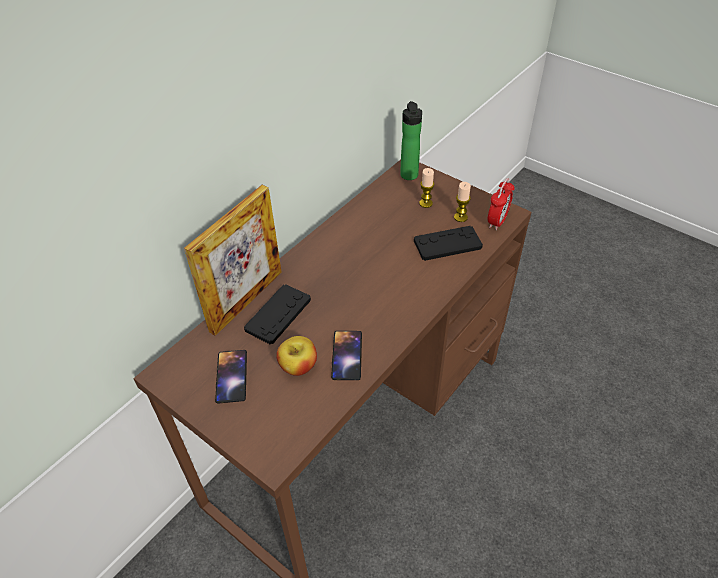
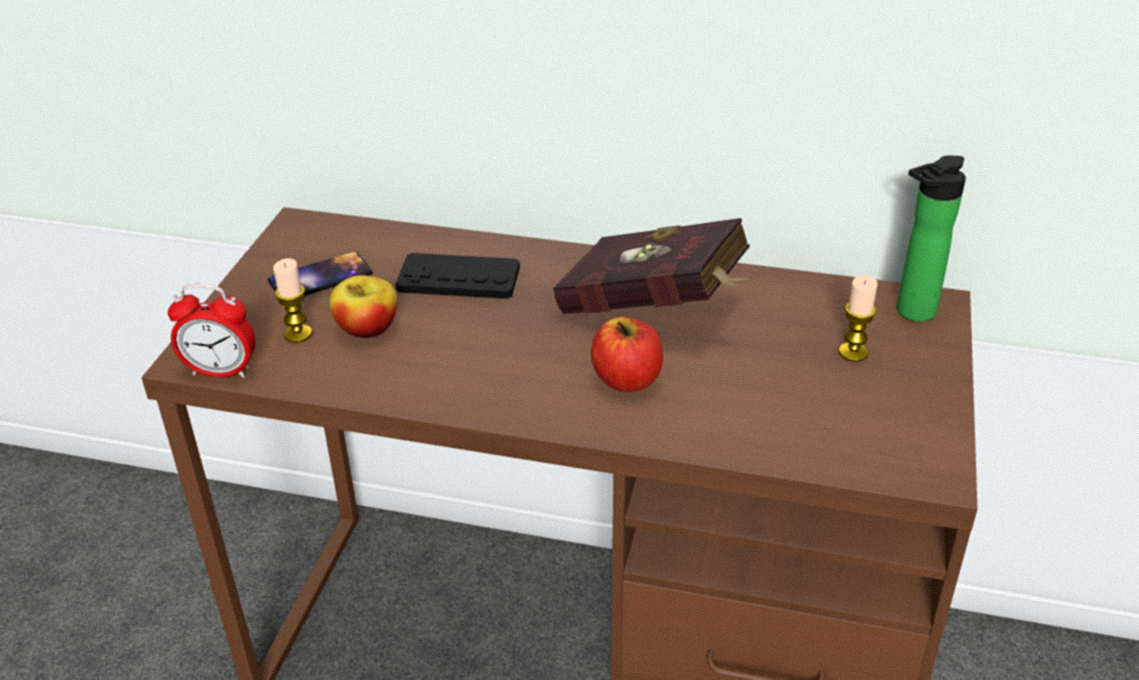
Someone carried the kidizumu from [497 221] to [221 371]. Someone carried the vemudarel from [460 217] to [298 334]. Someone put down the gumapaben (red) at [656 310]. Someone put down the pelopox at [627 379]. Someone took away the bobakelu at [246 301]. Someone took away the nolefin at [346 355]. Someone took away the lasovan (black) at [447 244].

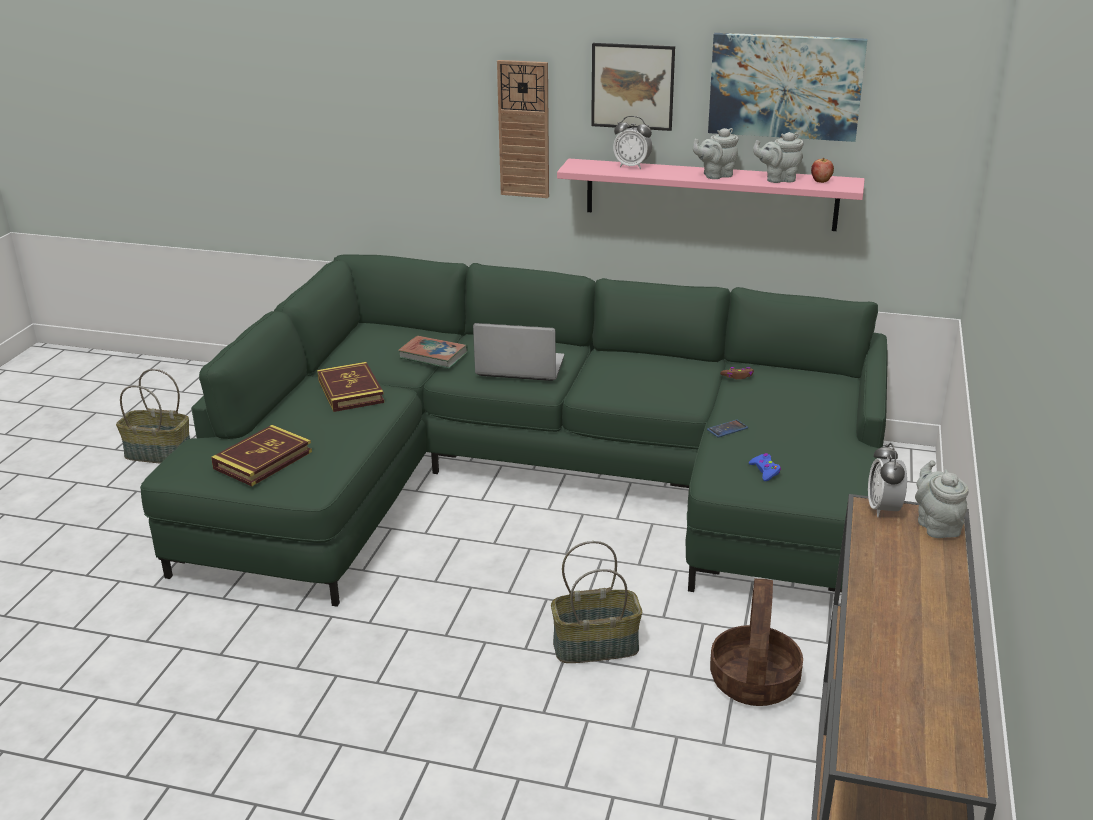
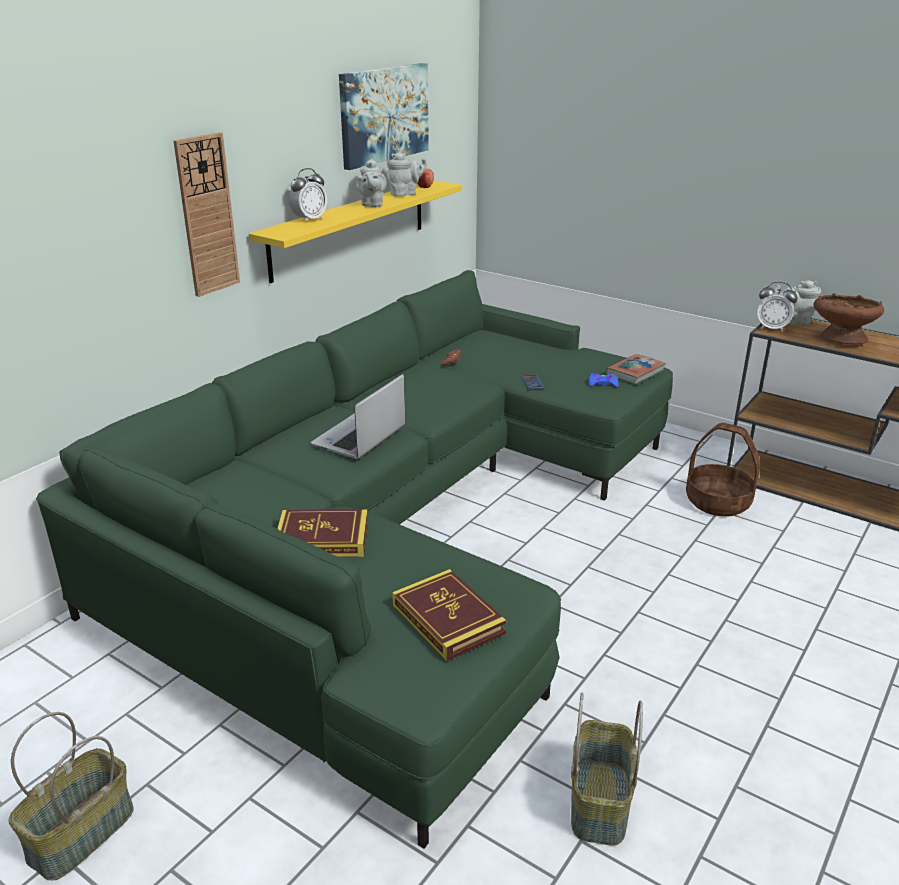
Someone repainted the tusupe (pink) at [710 194], which became the tusupe (yellow) at [350 228]. Someone rotated the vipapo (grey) at [778 179] by 135 degrees counterclockwise. Someone carried the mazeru from [596 645] to [598 801]. Someone carried the gumapaben from [433 356] to [635 373]. Someone put down the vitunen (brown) at [840 339]. Someone took away the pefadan at [632 86].

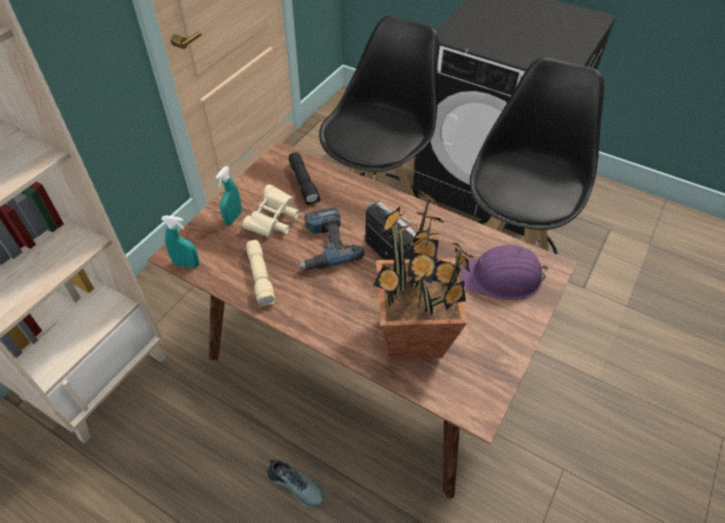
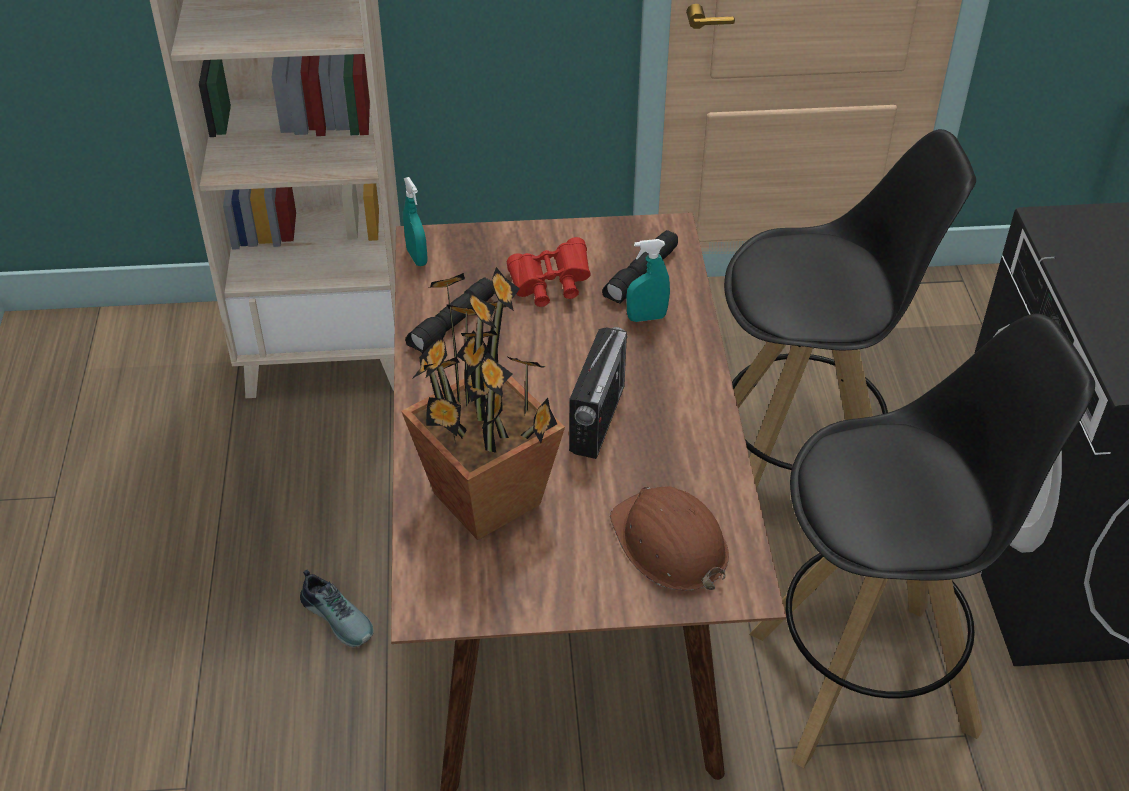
Someone rotated the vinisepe at [297 484] by 45 degrees counterclockwise. Someone repainted the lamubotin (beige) at [261 278], which became the lamubotin (black) at [453 325]. Someone repainted the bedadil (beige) at [274 221], which became the bedadil (red) at [550 286]. Someone repainted the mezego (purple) at [502 278], which became the mezego (brown) at [669 544]. Someone carried the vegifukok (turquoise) from [233 218] to [646 317]. Someone took away the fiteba at [324 245].

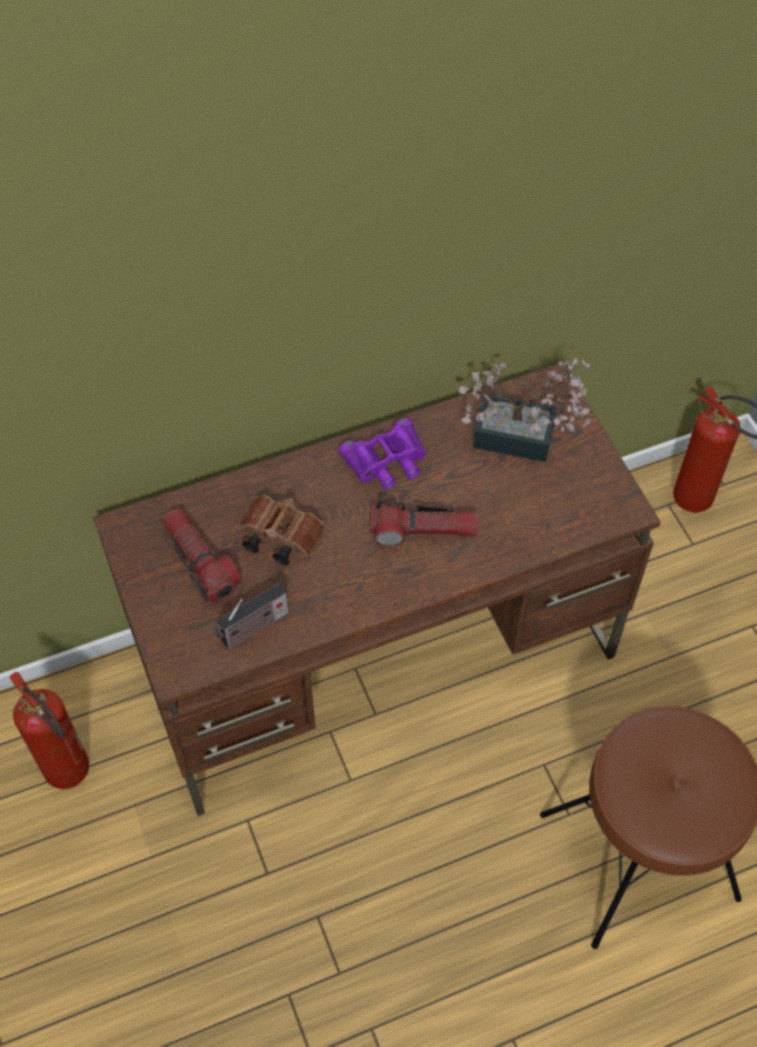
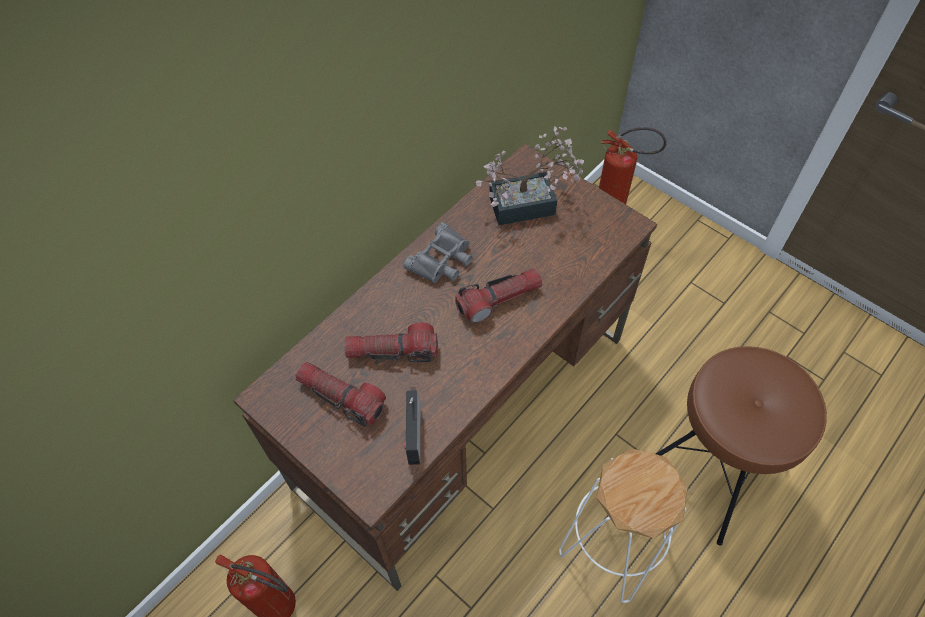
Someone swapped the bedadil (brown) at [278 537] for the lamubotin at [392 351]. Someone repainted the bedadil (purple) at [387 461], which became the bedadil (grey) at [442 260]. Someone rotated the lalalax at [252 629] by 150 degrees clockwise. Someone put down the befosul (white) at [612 547].

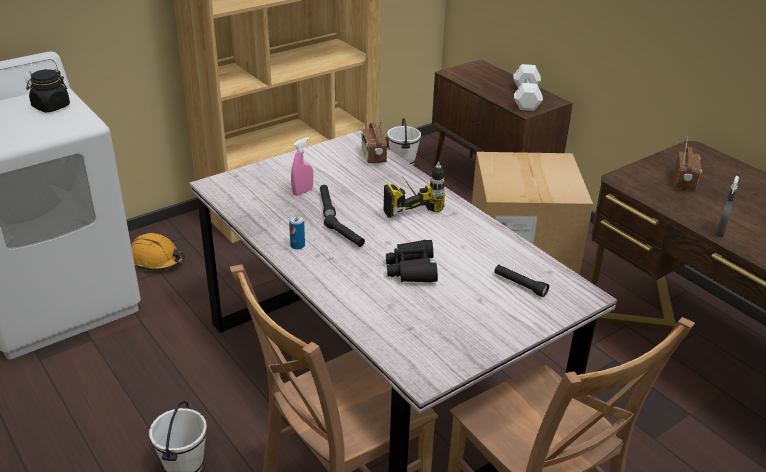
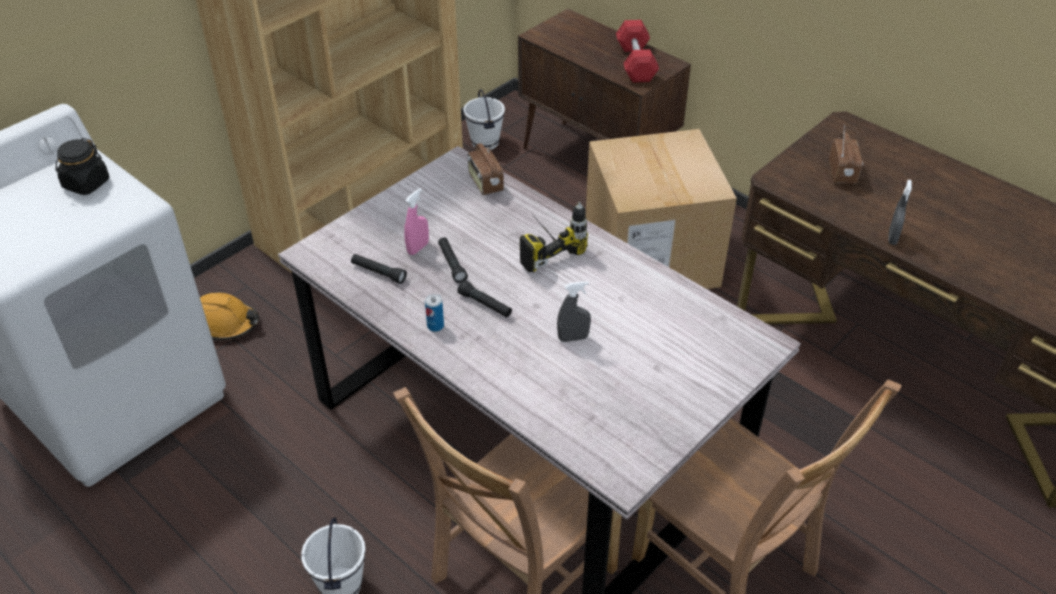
Someone carried the lamubotin (black) from [520 285] to [378 273]. Someone swapped the bedadil (black) at [412 269] for the vegifukok (grey) at [573 338]. Someone repainted the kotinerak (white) at [526 98], which became the kotinerak (red) at [636 63].

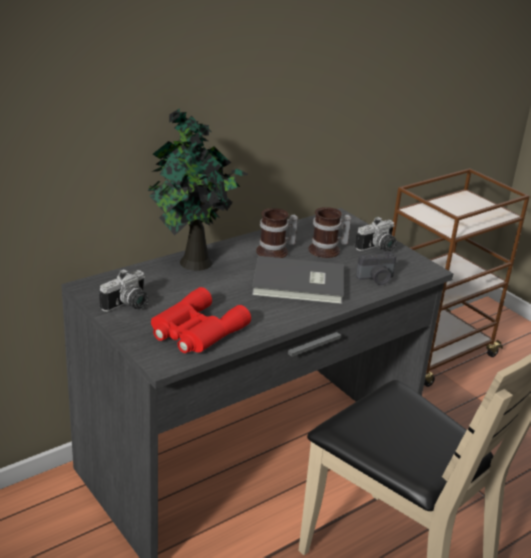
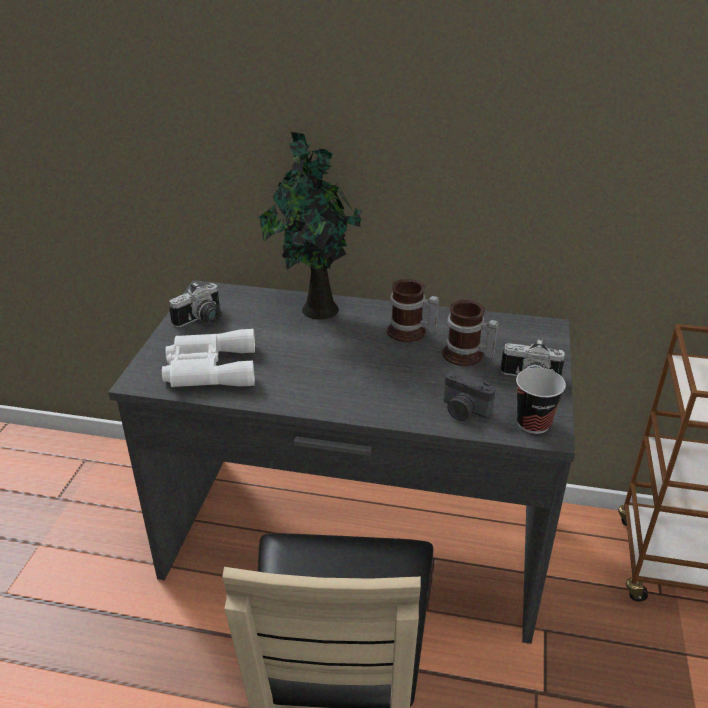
Someone repainted the bedadil (red) at [195 331], which became the bedadil (white) at [208 368]. Someone rotated the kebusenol at [129 306] by 45 degrees counterclockwise. Someone put down the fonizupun at [533 423]. Someone took away the gumapaben (grey) at [299 284].

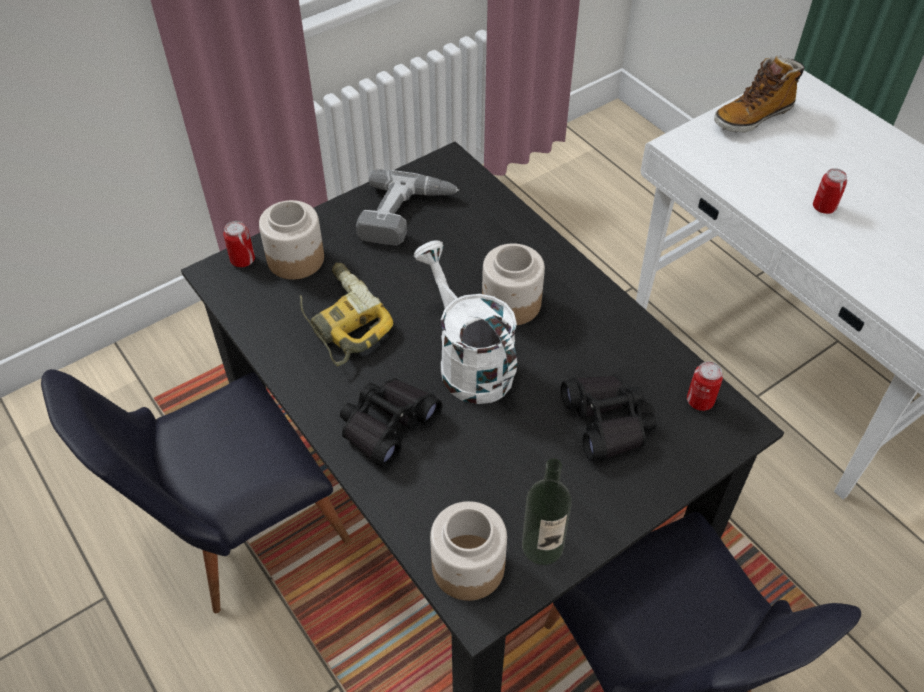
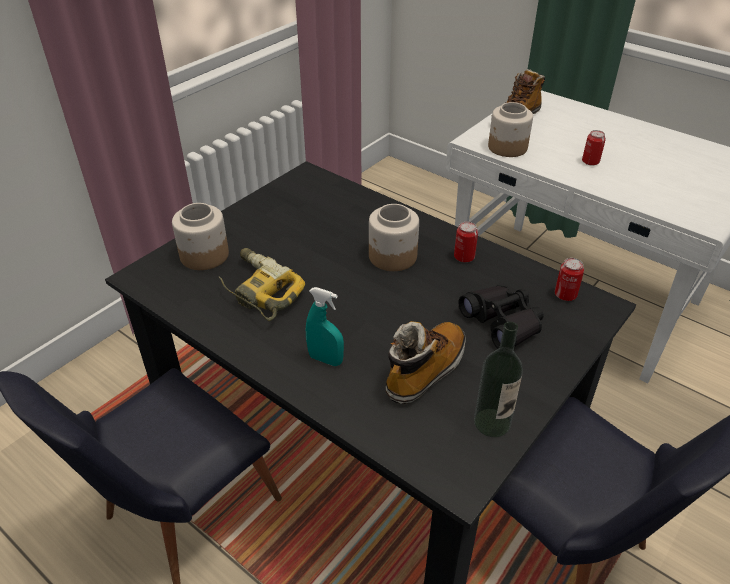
Someone swapped the bedadil (black) at [387 425] for the vegifukok (turquoise) at [325 359]. Someone put down the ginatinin at [425 370]. Someone carried the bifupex from [243 260] to [464 257]. Someone carried the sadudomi from [467 568] to [507 148]. Someone took away the fiteba at [406 215]. Someone took away the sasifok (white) at [468 362].

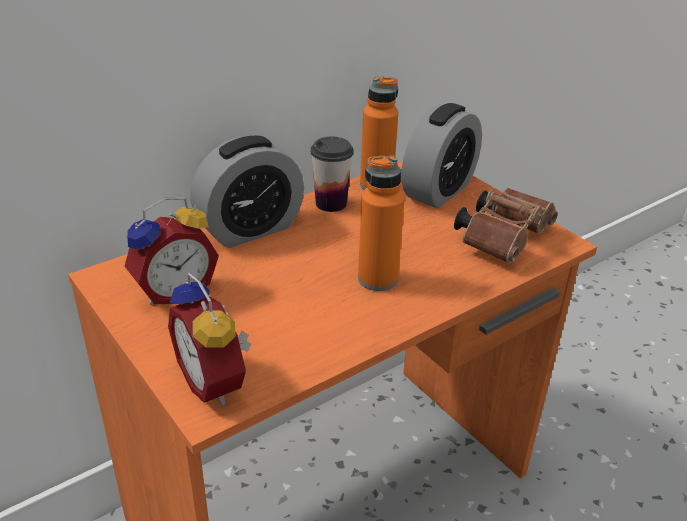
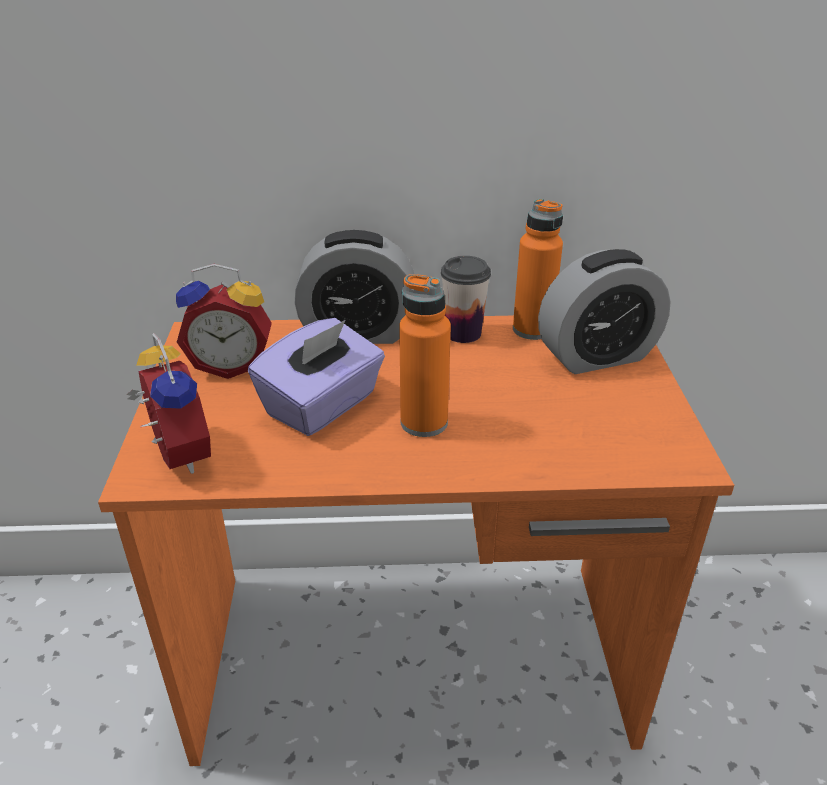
Someone rotated the kidizumu at [216 381] by 150 degrees clockwise. Someone put down the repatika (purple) at [322 405]. Someone took away the bedadil (brown) at [504 238].

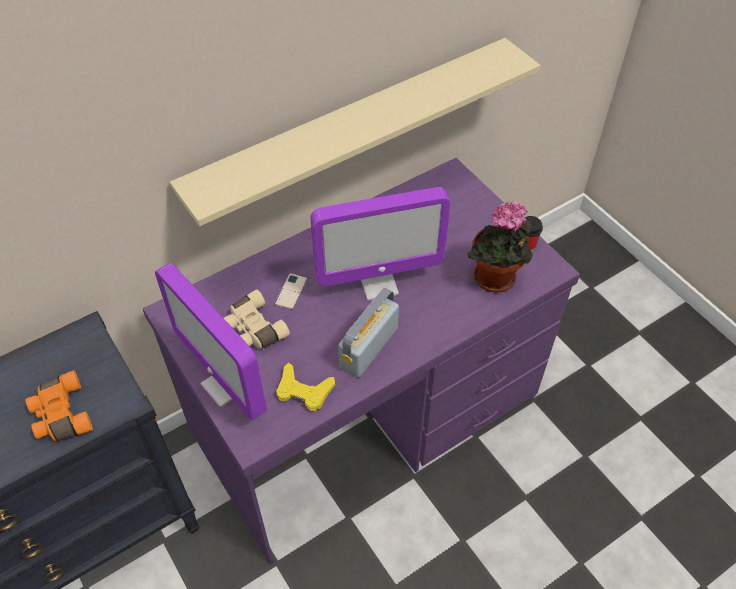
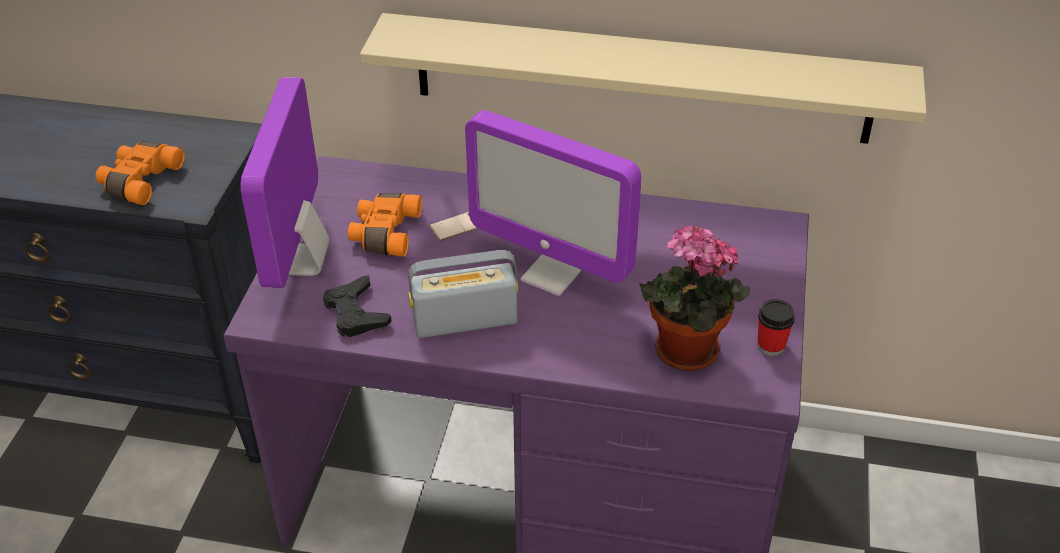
Someone repainted the lasovan (yellow) at [304 391], which became the lasovan (black) at [356 313]. Someone repainted the bedadil (beige) at [253 329], which became the bedadil (orange) at [384 233].

